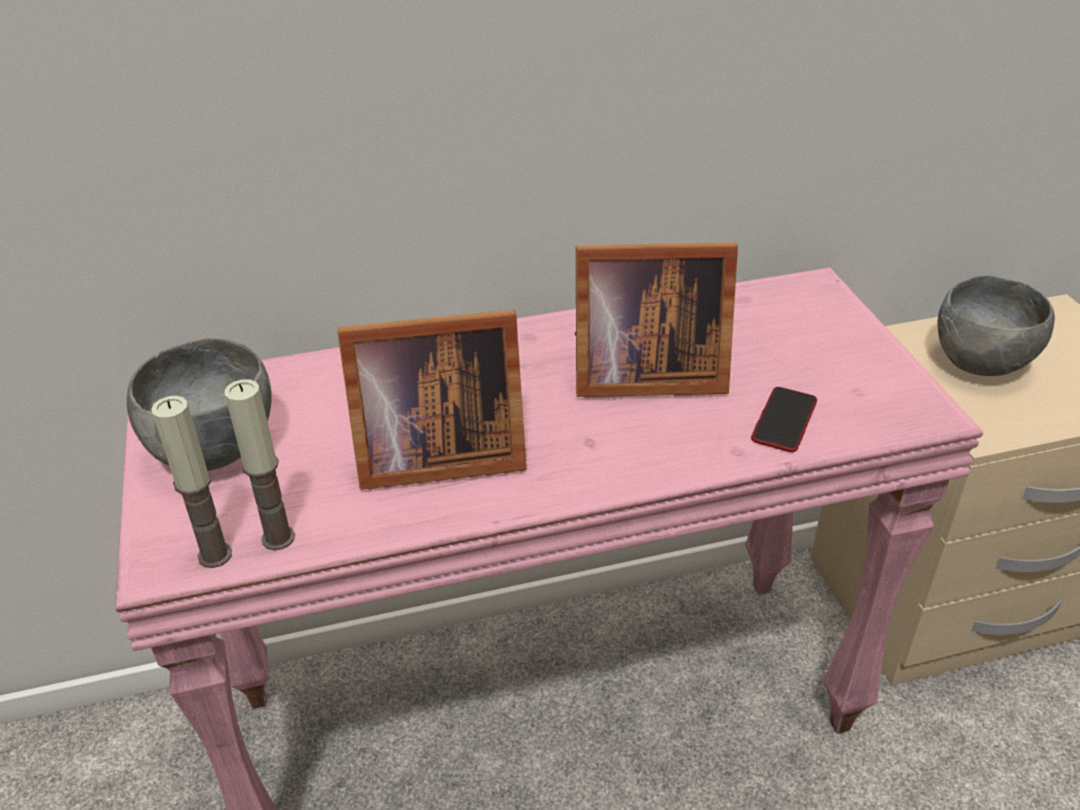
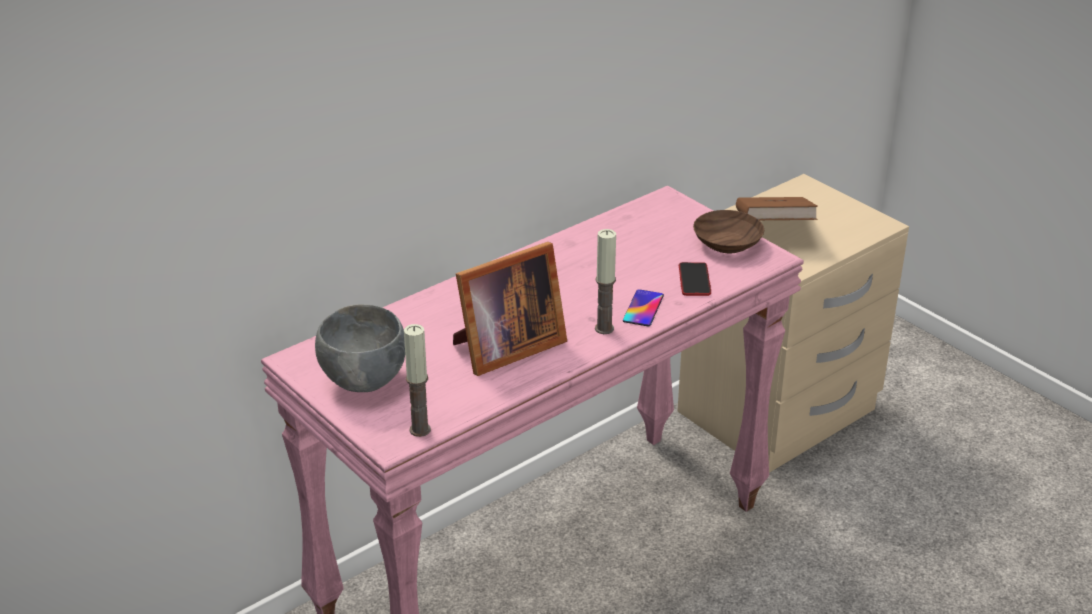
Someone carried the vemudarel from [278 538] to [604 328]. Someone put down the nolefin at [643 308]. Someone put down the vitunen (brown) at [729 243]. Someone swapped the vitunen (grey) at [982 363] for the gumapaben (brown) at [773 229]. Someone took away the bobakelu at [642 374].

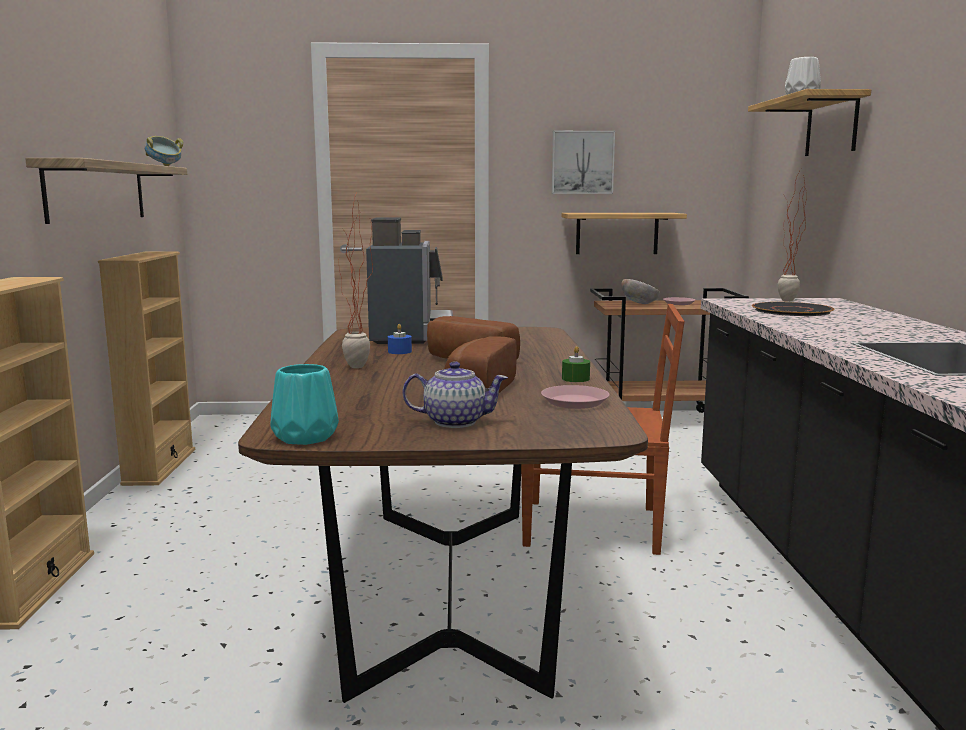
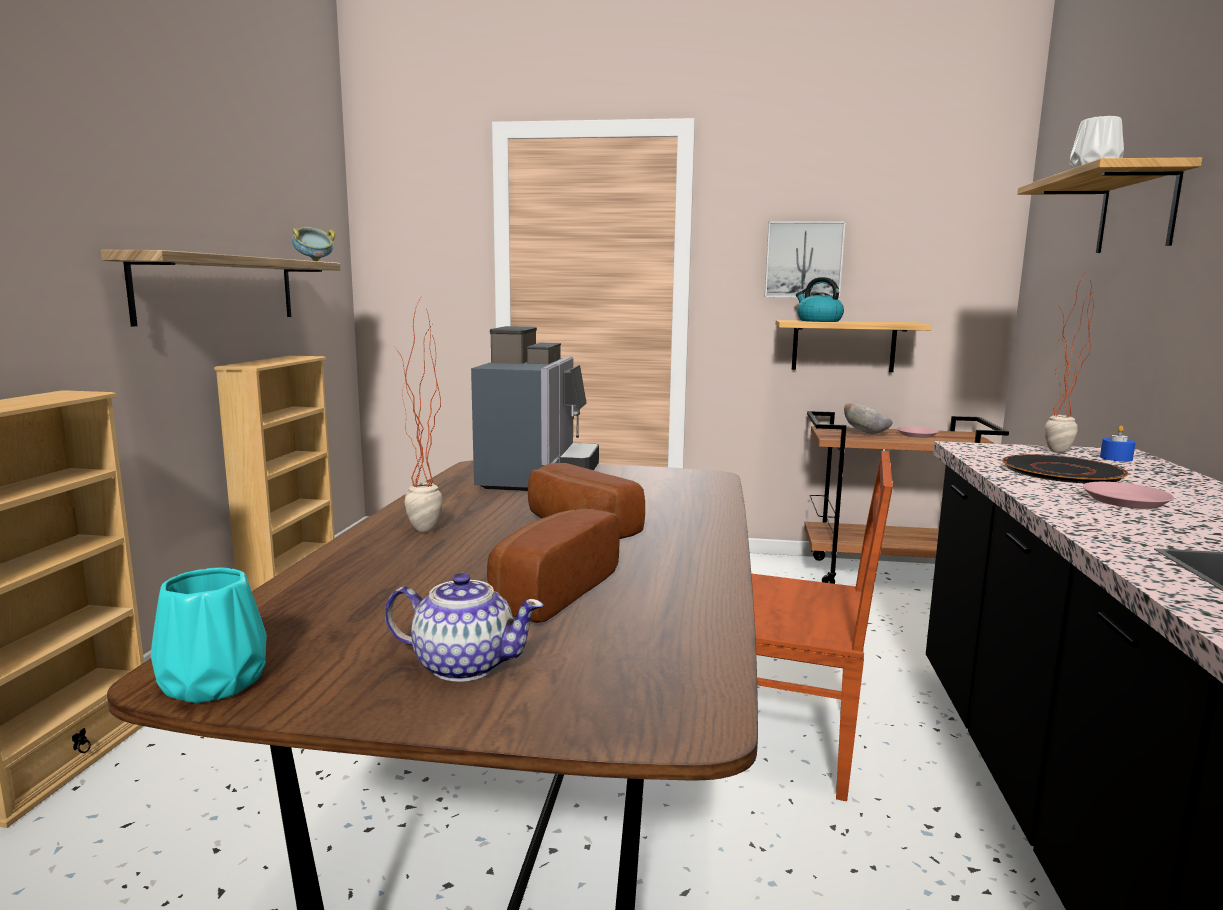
Someone put down the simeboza at [818 321]. Someone carried the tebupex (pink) from [574 402] to [1125 500]. Someone carried the vemudarel (blue) from [399 351] to [1116 458]. Someone took away the vemudarel (green) at [575 379].

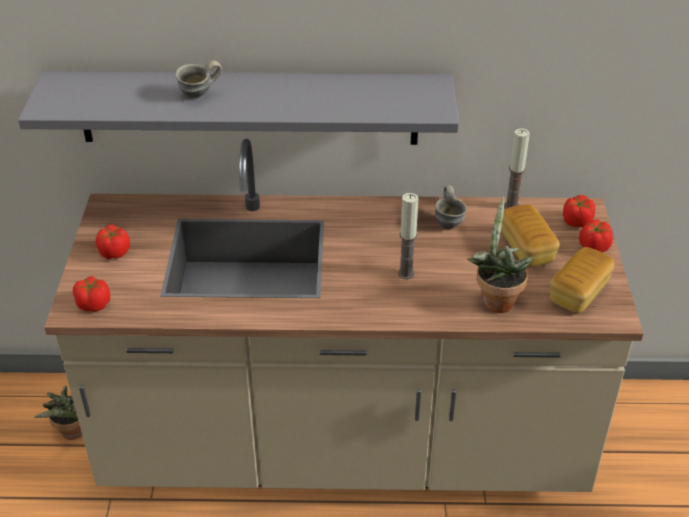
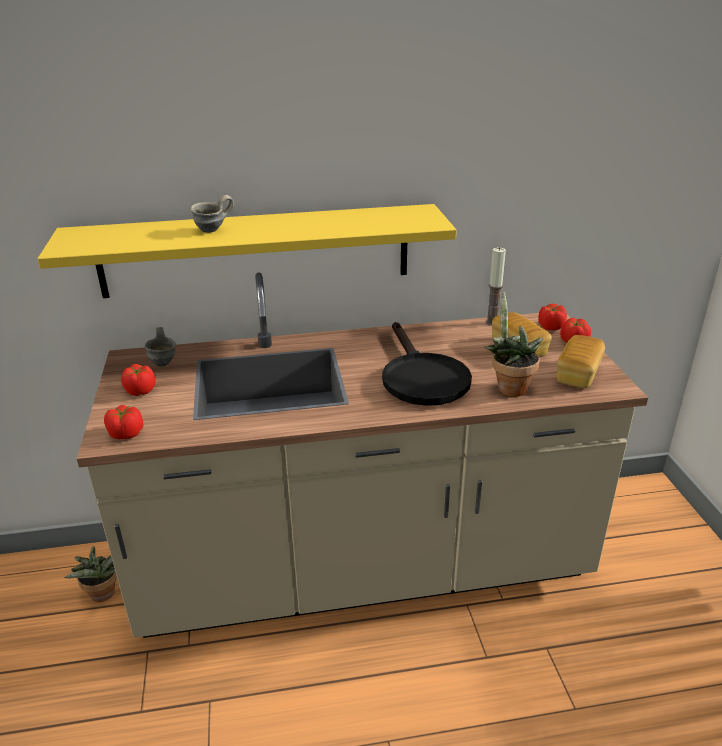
Someone repainted the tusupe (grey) at [249 107], which became the tusupe (yellow) at [255 251]. Someone carried the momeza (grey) from [450 222] to [165 361]. Someone swapped the vemudarel at [406 273] for the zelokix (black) at [421 377].

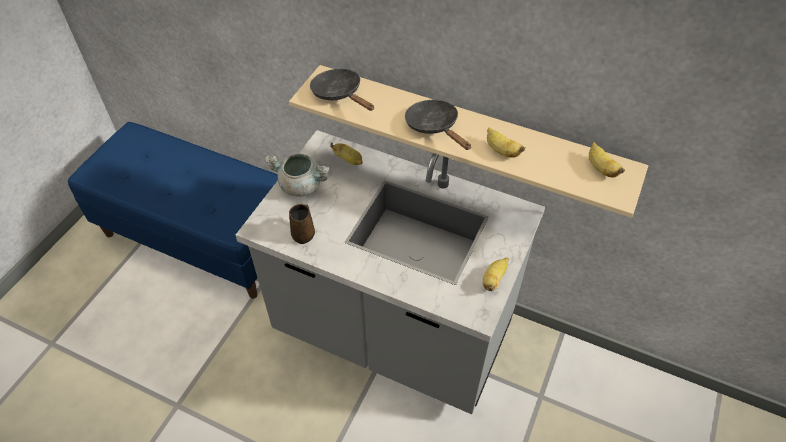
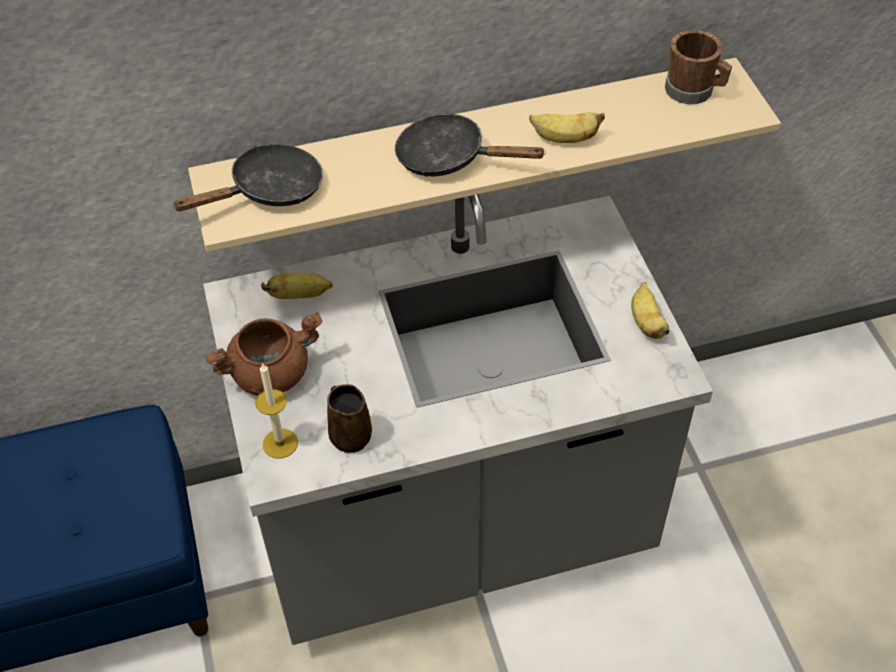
Someone rotated the zelokix (black) at [339 94] by 135 degrees clockwise. Someone repainted the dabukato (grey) at [301 185], which became the dabukato (brown) at [271 373]. Someone put down the vemudarel at [280 443]. Someone swapped the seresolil at [600 168] for the momeza (brown) at [694 91].

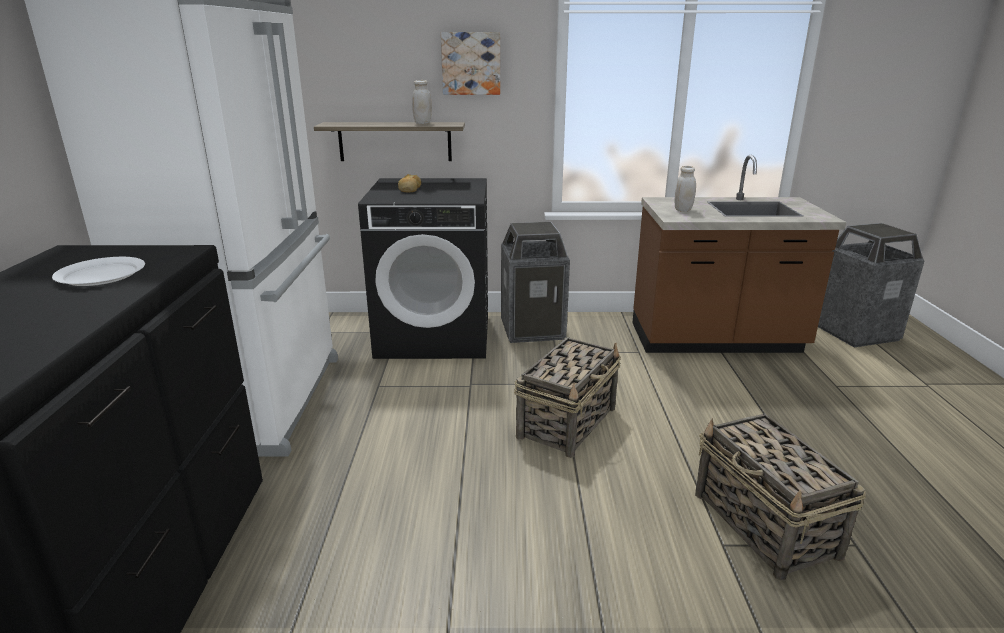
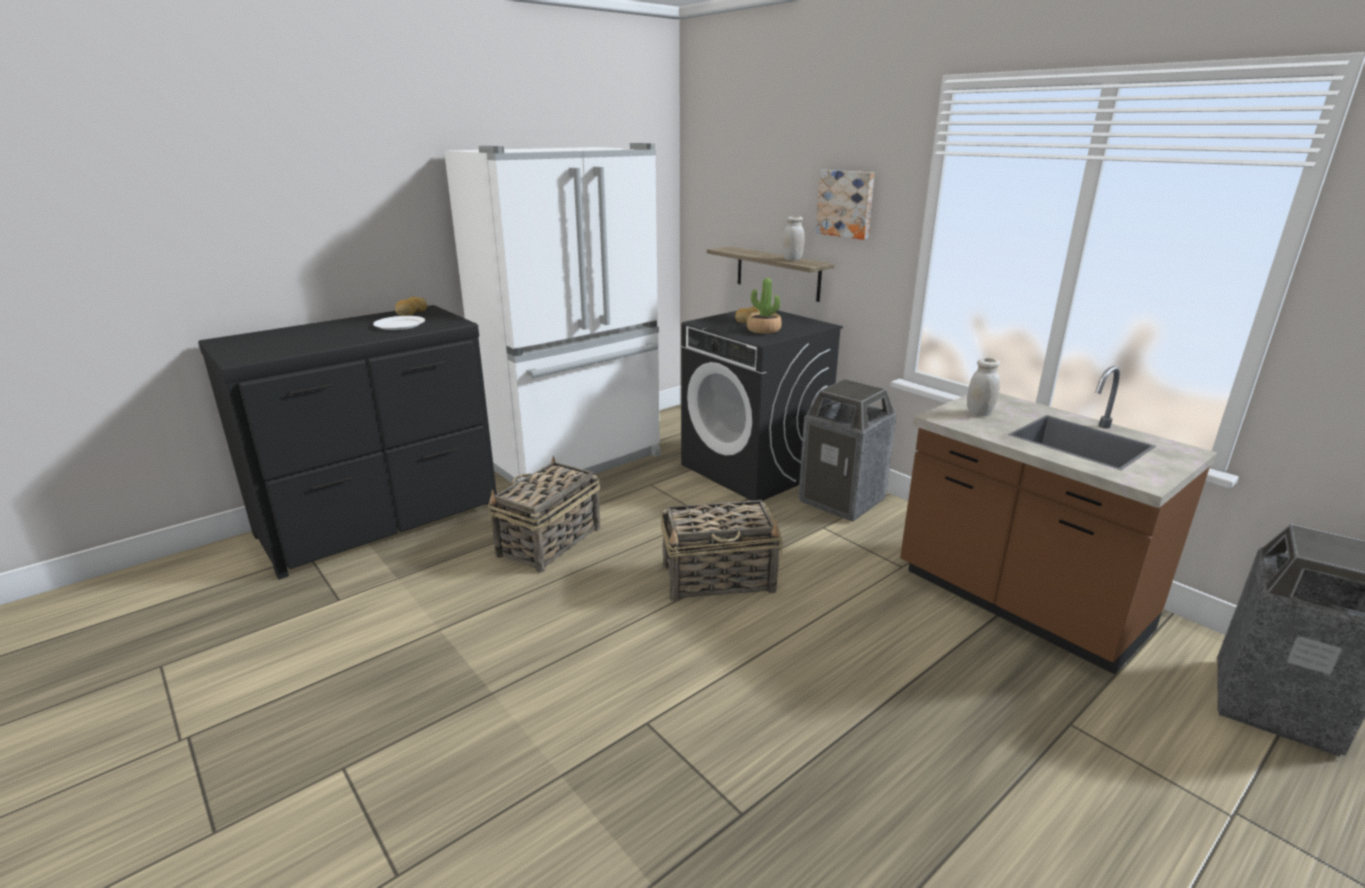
Someone put down the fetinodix at [411 312]. Someone carried the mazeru from [765 525] to [548 542]. Someone put down the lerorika at [763 330].

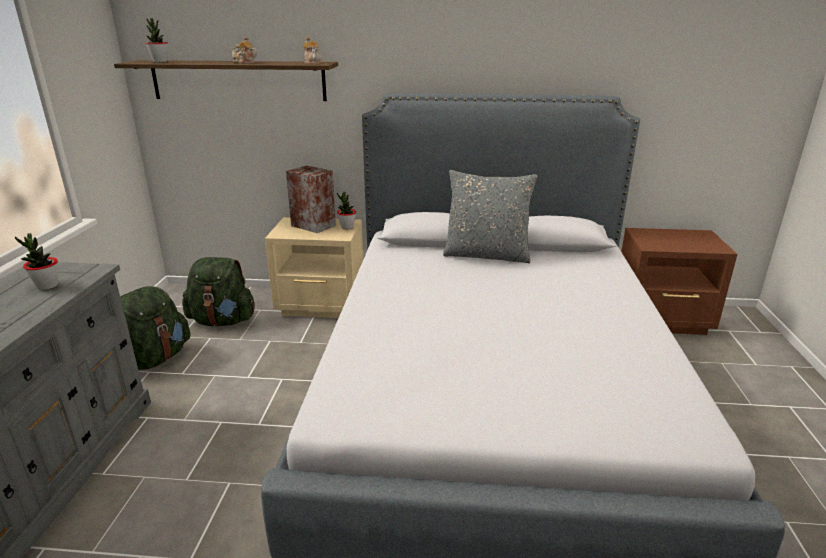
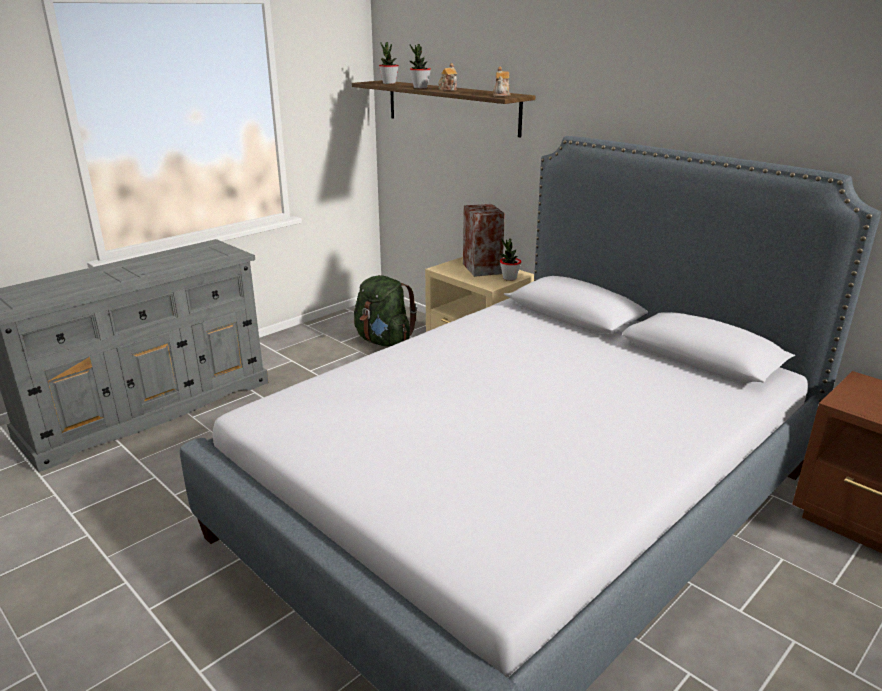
Someone carried the lerorika from [47 286] to [420 88]. Someone took away the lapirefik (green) at [154 359]. Someone took away the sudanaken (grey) at [486 255].

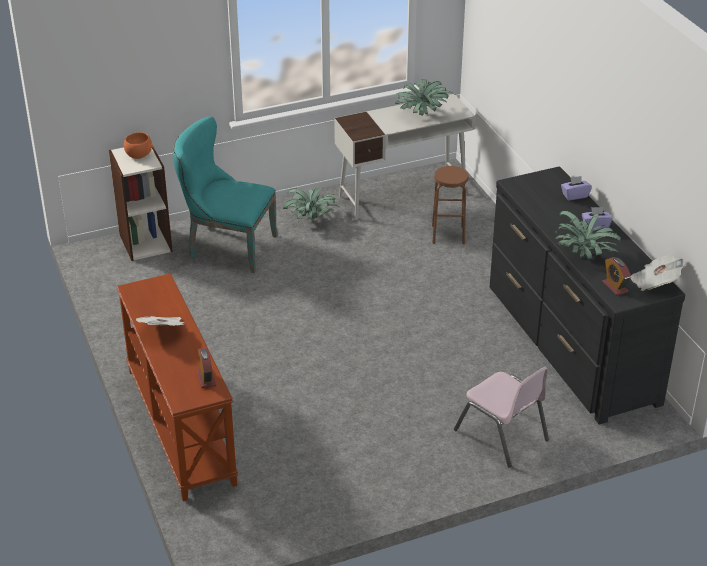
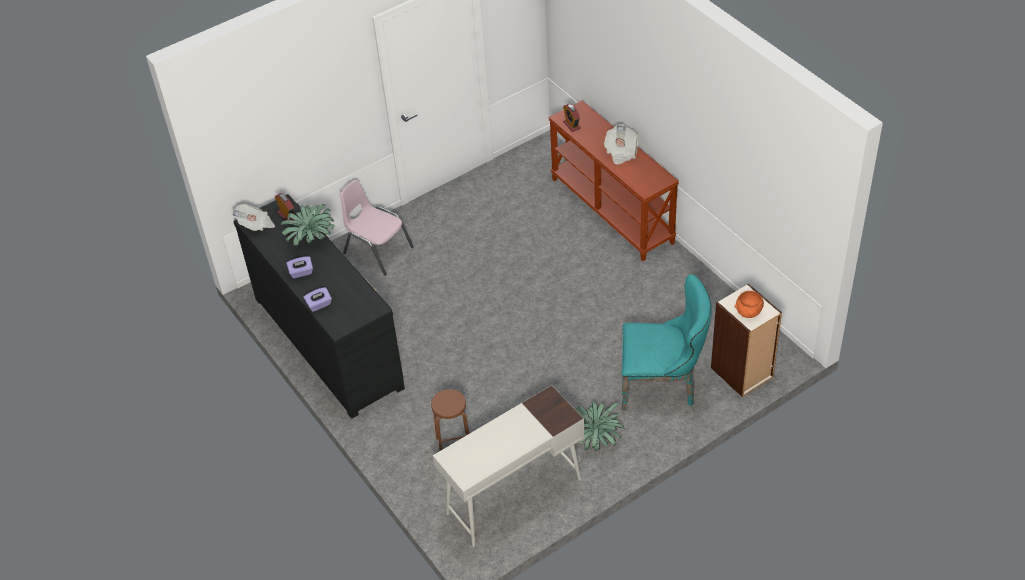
Someone took away the lerorika at [422 114].

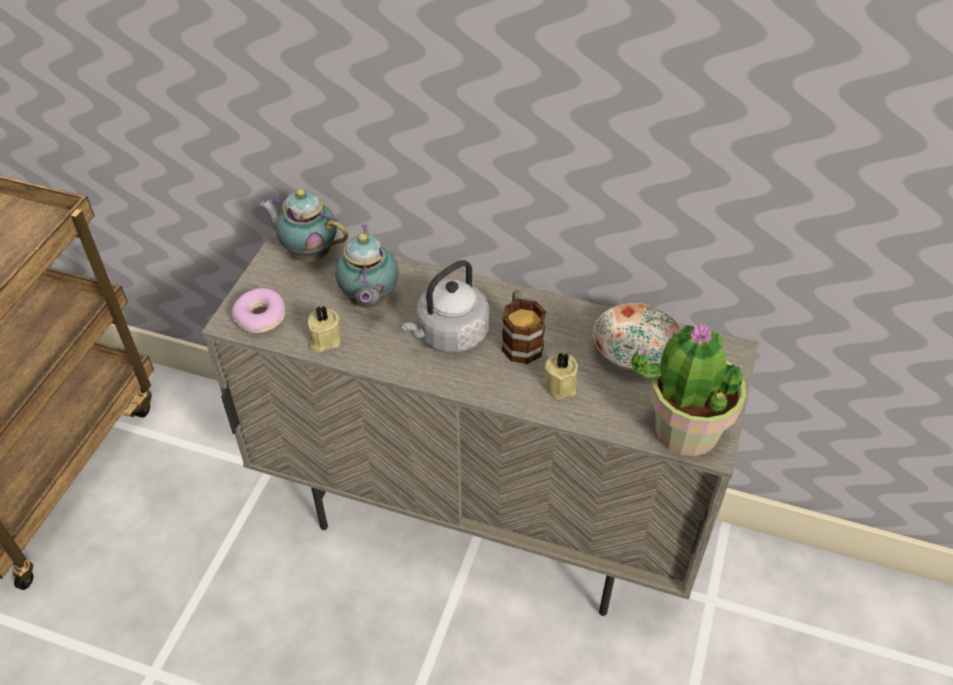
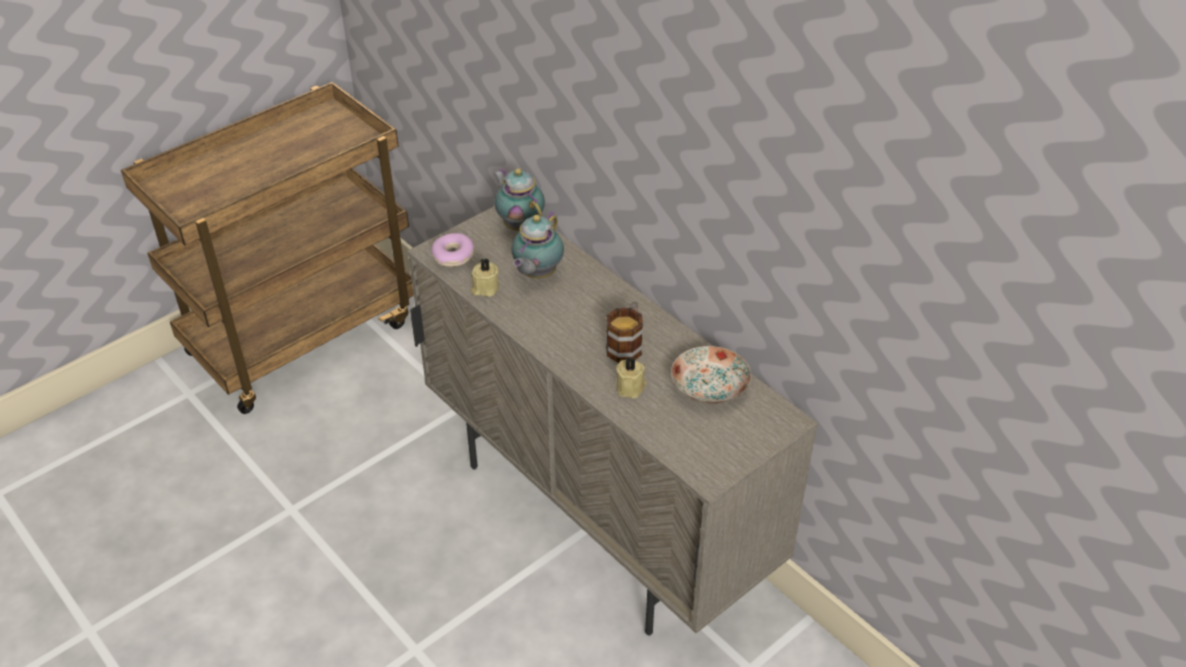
Someone took away the simeboza (grey) at [449 335]. Someone took away the lerorika at [685 429].

